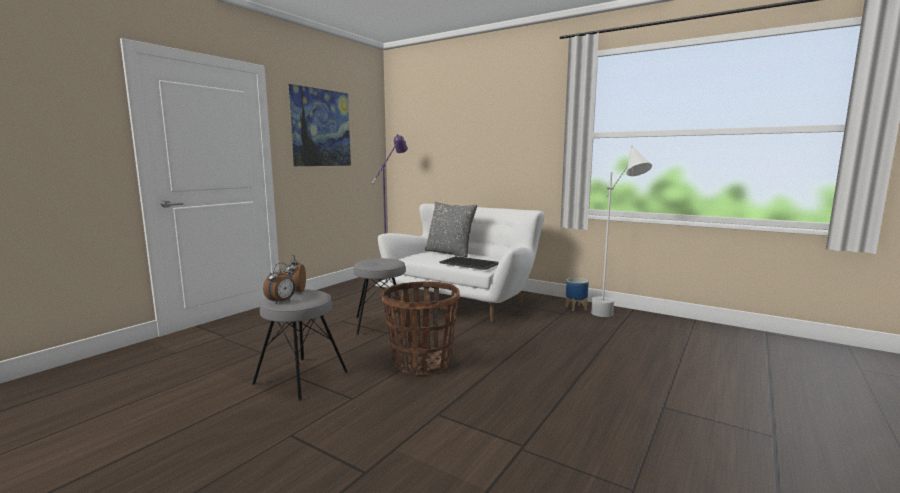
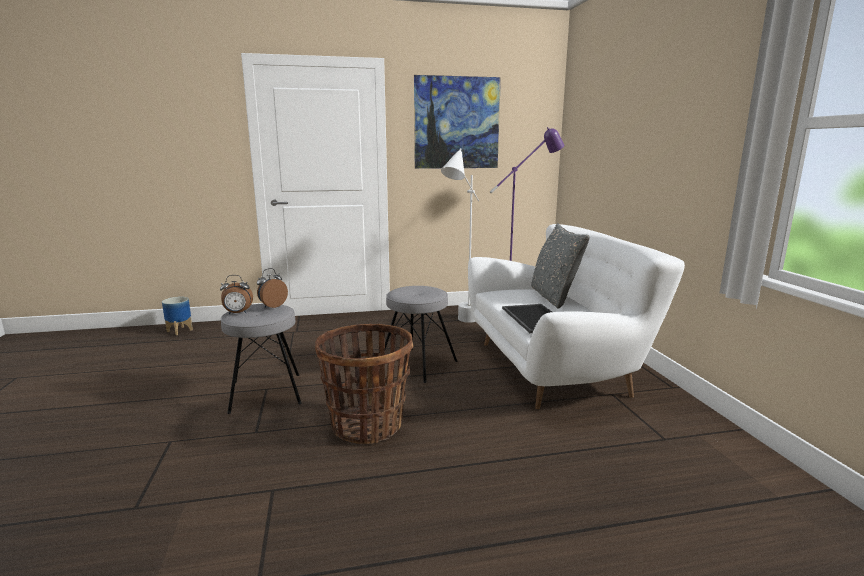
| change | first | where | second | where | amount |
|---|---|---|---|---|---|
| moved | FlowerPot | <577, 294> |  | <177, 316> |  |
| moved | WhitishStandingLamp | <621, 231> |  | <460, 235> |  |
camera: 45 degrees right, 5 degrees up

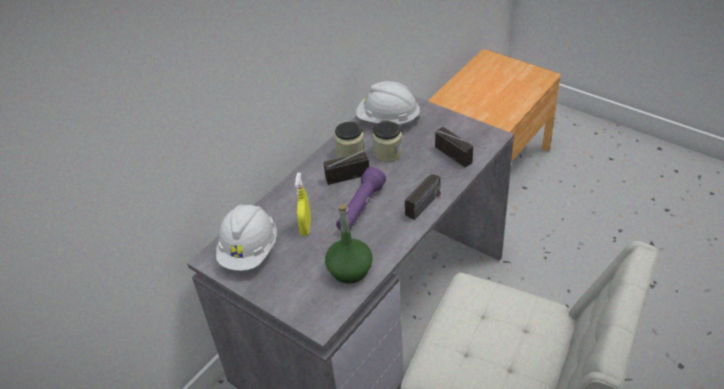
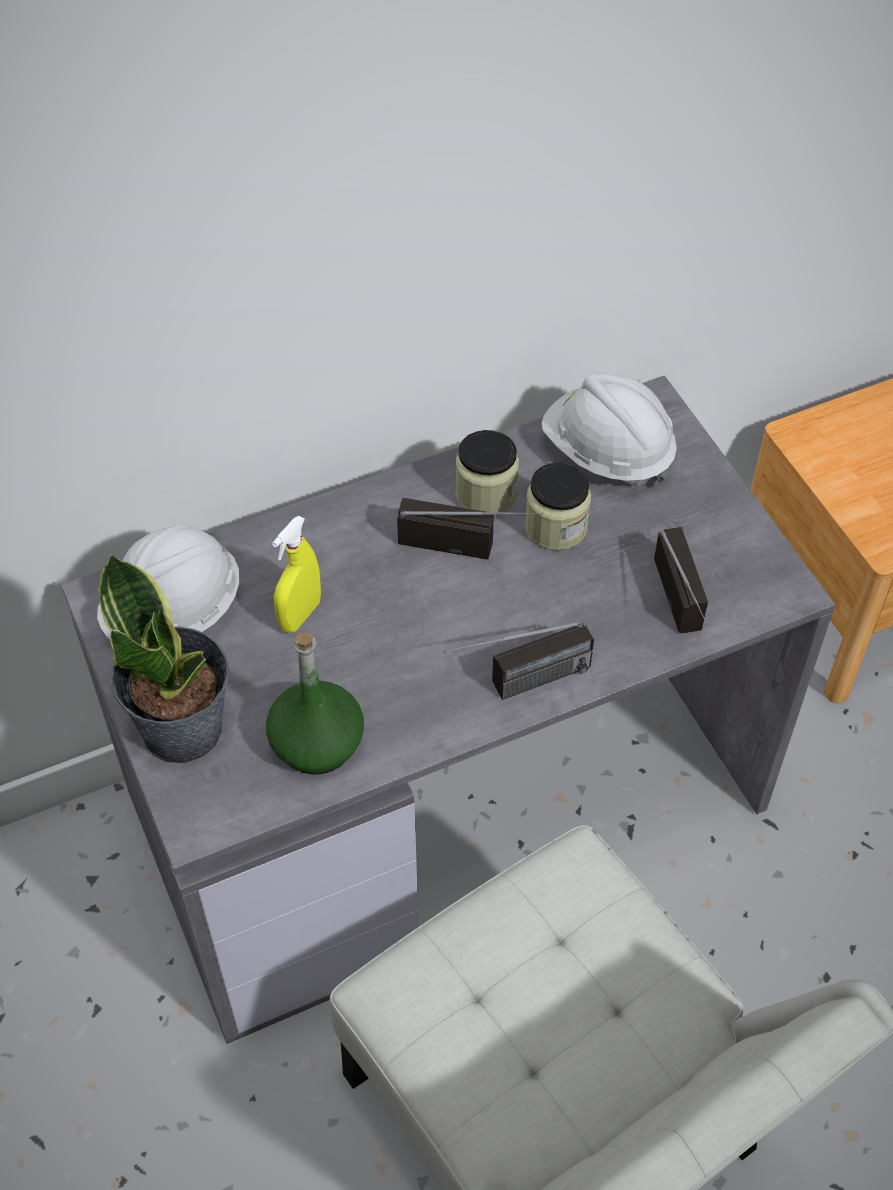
| change | first | where | second | where | amount |
|---|---|---|---|---|---|
| removed | PurpleColouredHandTorch | <361, 199> |  |  |  |
| added |  |  | PlantInAPot | <163, 658> |  |
camera: 25 degrees right, 10 degrees up

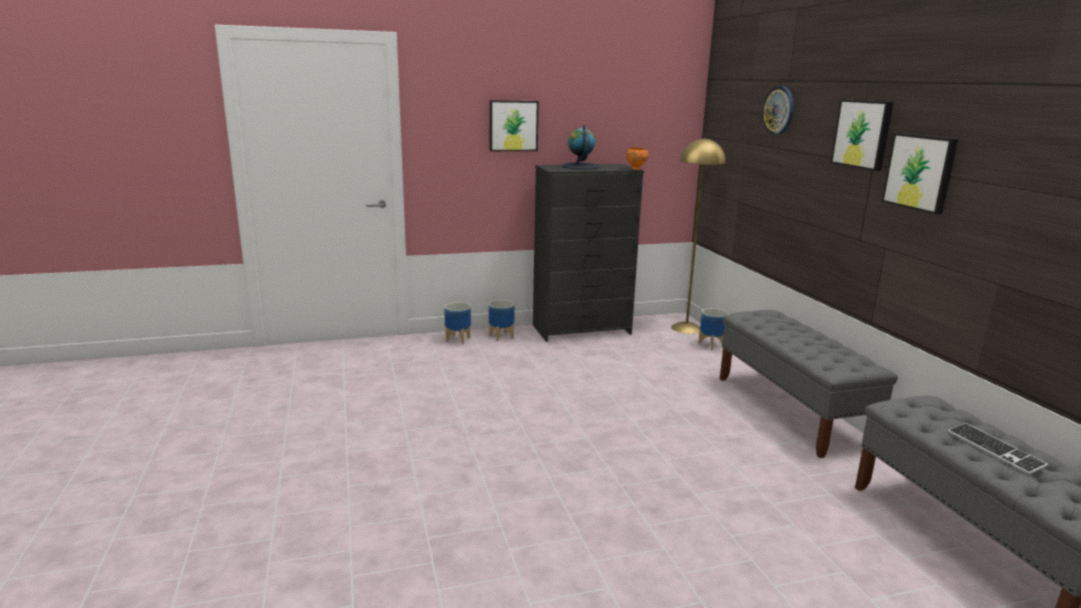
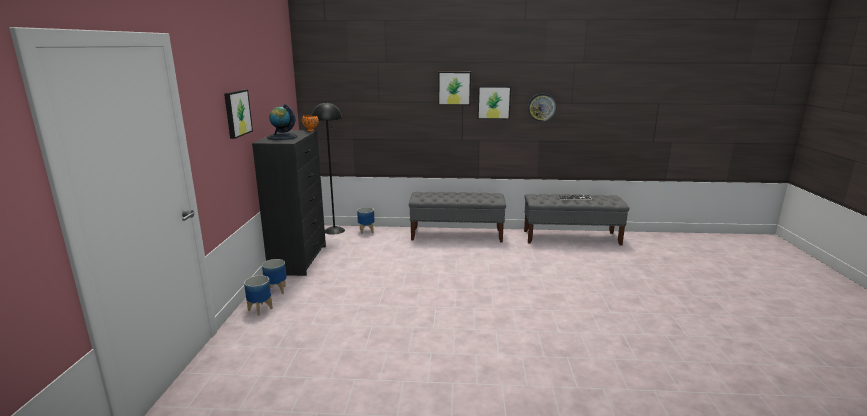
| change | first | where | second | where | amount |
|---|---|---|---|---|---|
| moved | HangingClock | <778, 110> |  | <542, 107> |  |
| recoloured | YellowColouredStandingLamp | <698, 236> | BlackishStandingLamp | <328, 168> |  |
camera: 70 degrees left, 0 degrees up

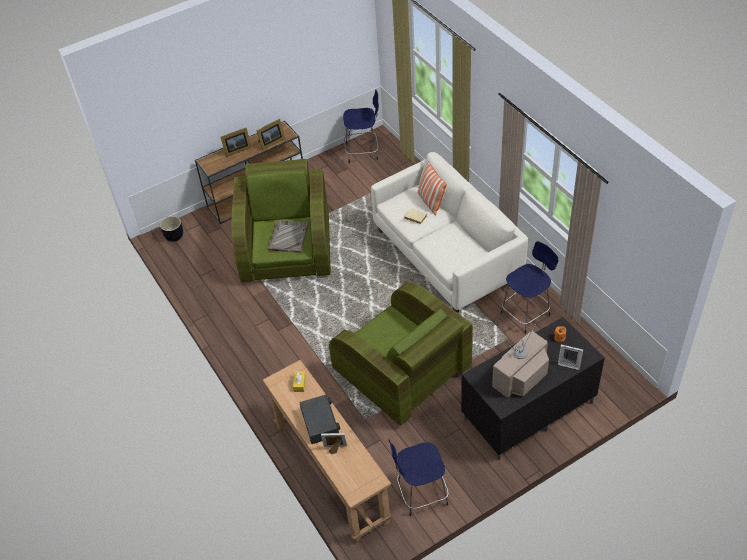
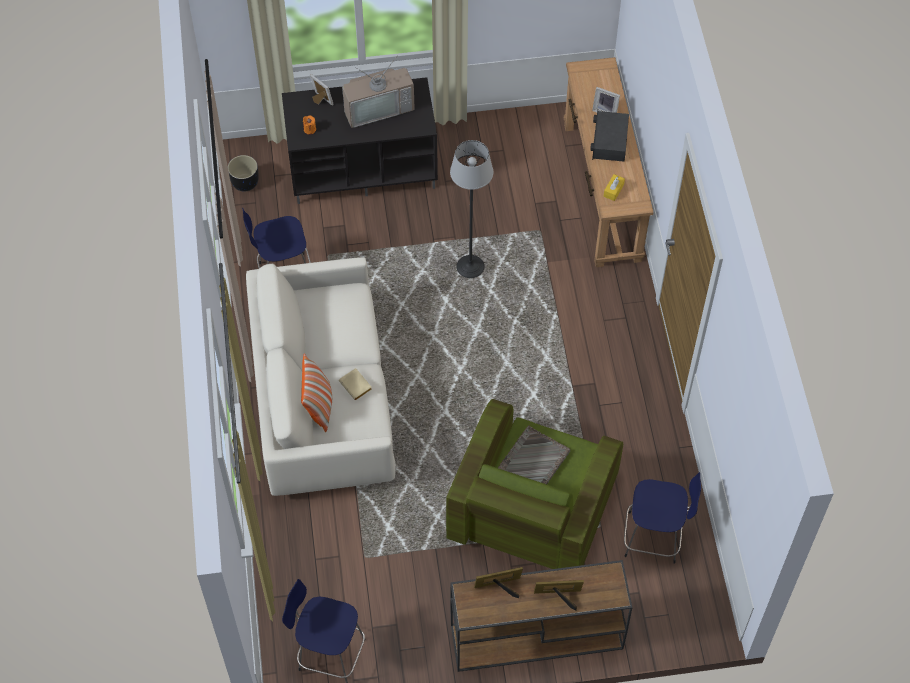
| change | first | where | second | where | amount |
|---|---|---|---|---|---|
| moved | BlackishFlowerPot | <171, 229> |  | <243, 173> |  |
| moved | BlueStoolSeat | <418, 477> |  | <662, 518> |  |
| replaced | GreenEasyChair | <401, 354> | StandingLamp | <471, 209> |  |
camera: 160 degrees left, 10 degrees up

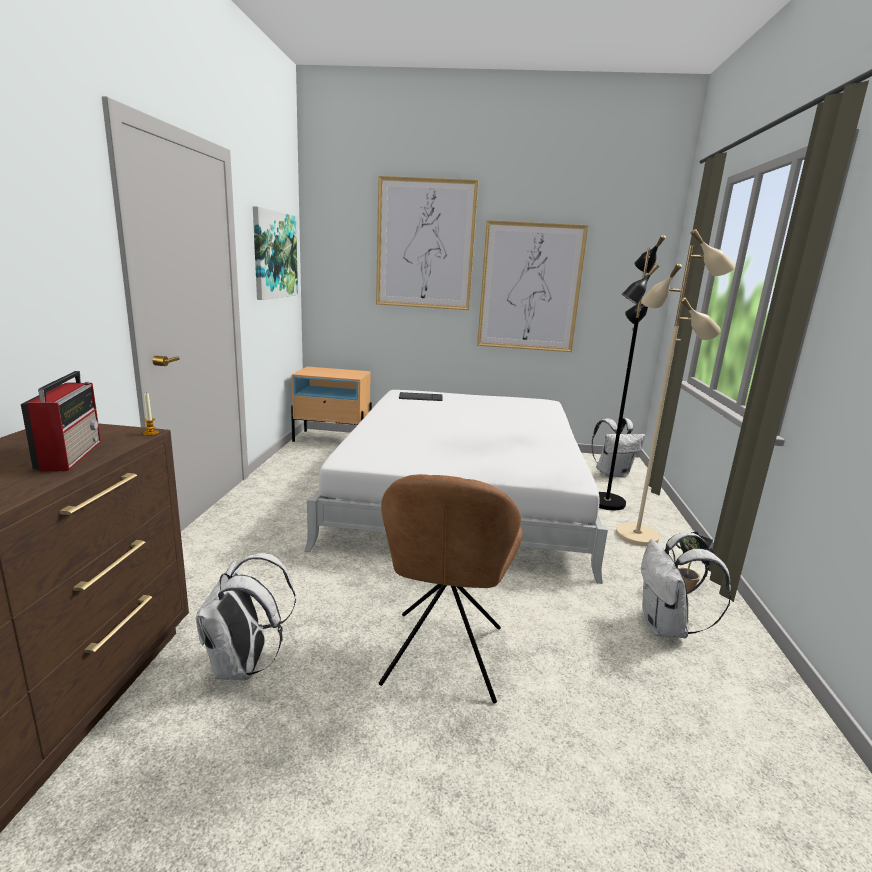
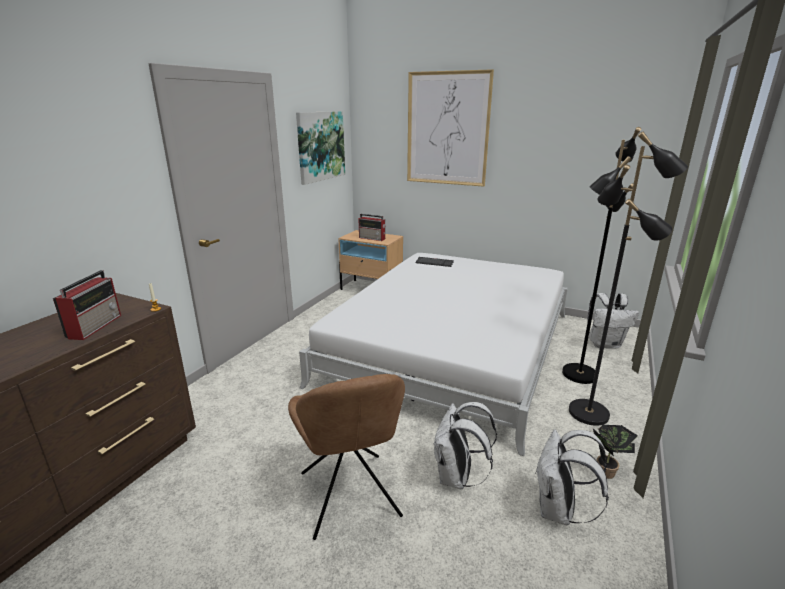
| change | first | where | second | where | amount |
|---|---|---|---|---|---|
| removed | Picture | <532, 286> |  |  |  |
| added |  |  | RadioReceiver | <372, 227> |  |
| moved | WhitishRucksack | <246, 616> |  | <465, 445> |  |
| recoloured | BeigeStandingLamp | <675, 387> | BlackishStandingLamp | <628, 279> |  |
| turned | BrownishPlainChair | <451, 588> |  | <346, 457> | 45 degrees counterclockwise |
camera: 20 degrees right, 5 degrees up

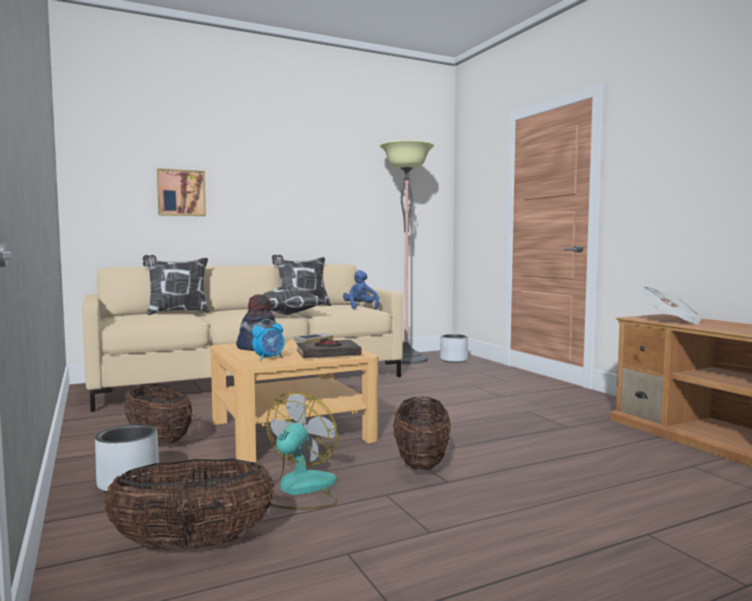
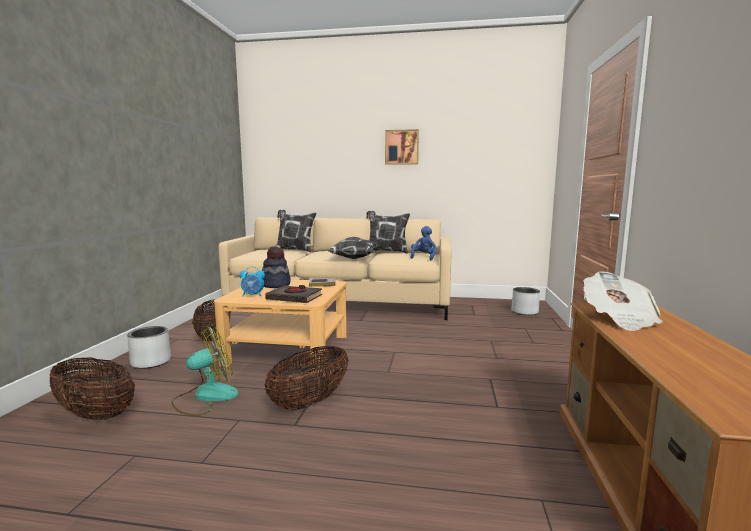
| change | first | where | second | where | amount |
|---|---|---|---|---|---|
| removed | StandingLamp | <407, 252> |  |  |  |
| moved | Picture | <181, 192> |  | <402, 147> |  |
camera: 35 degrees right, 5 degrees up

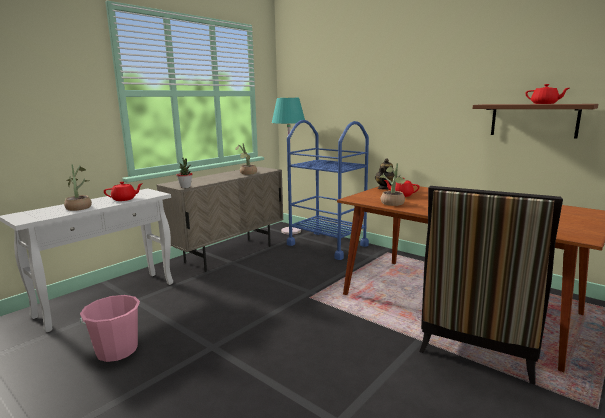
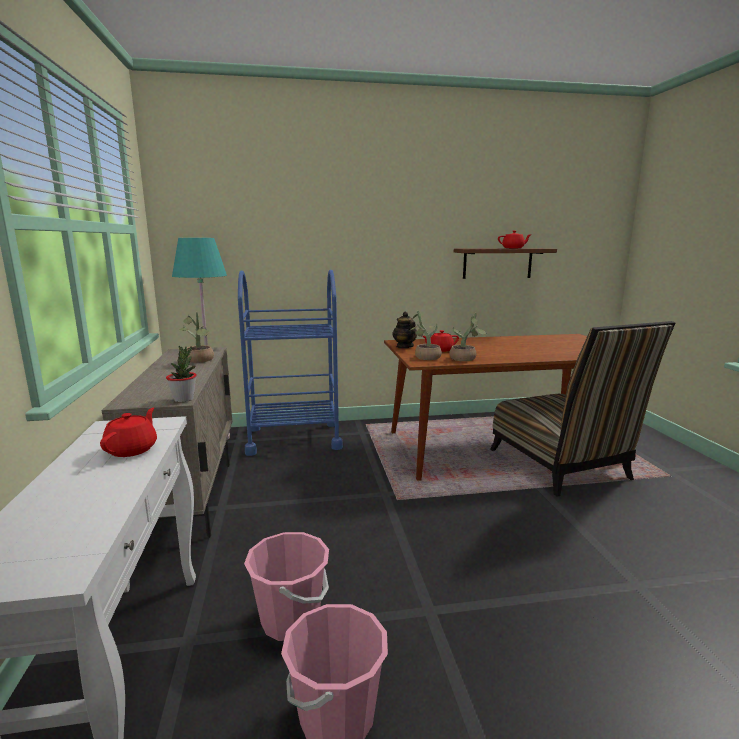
| change | first | where | second | where | amount |
|---|---|---|---|---|---|
| added |  |  | PinkColouredWaterBucket | <286, 586> |  |
| moved | PlantInAPot | <78, 187> |  | <425, 335> |  |
camera: 50 degrees left, 0 degrees up

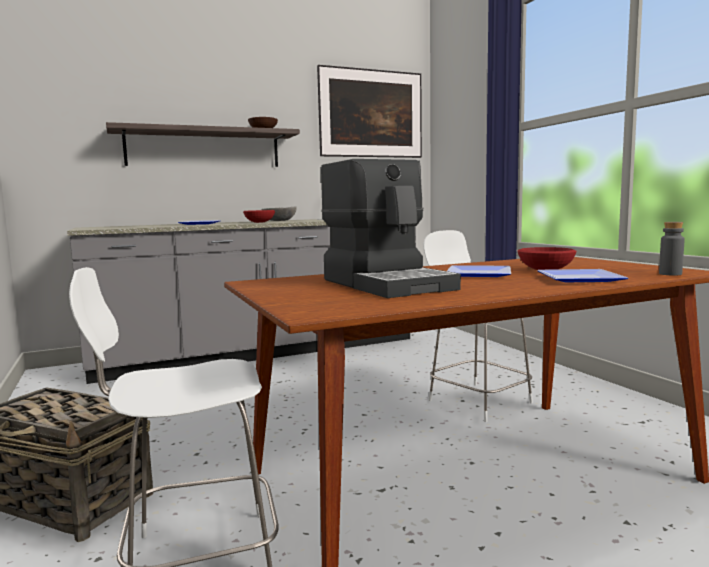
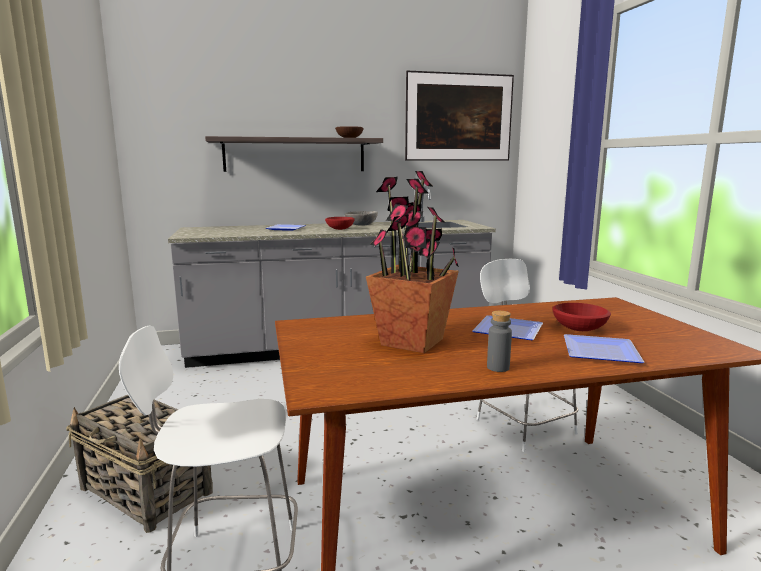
| change | first | where | second | where | amount |
|---|---|---|---|---|---|
| moved | GreyishBeverageBottle | <672, 249> |  | <499, 341> |  |
| replaced | CoffeeBrewer | <391, 228> | PlantInAPot | <412, 262> |  |
camera: 10 degrees right, 5 degrees up

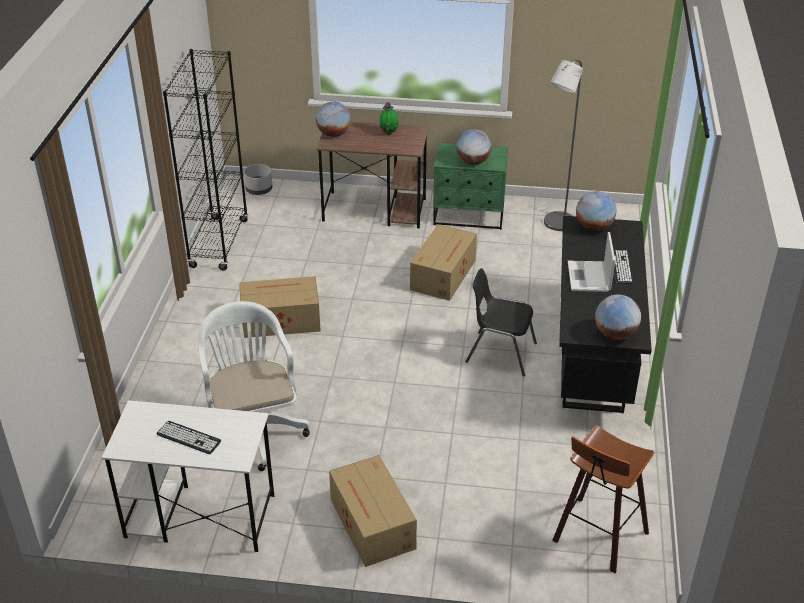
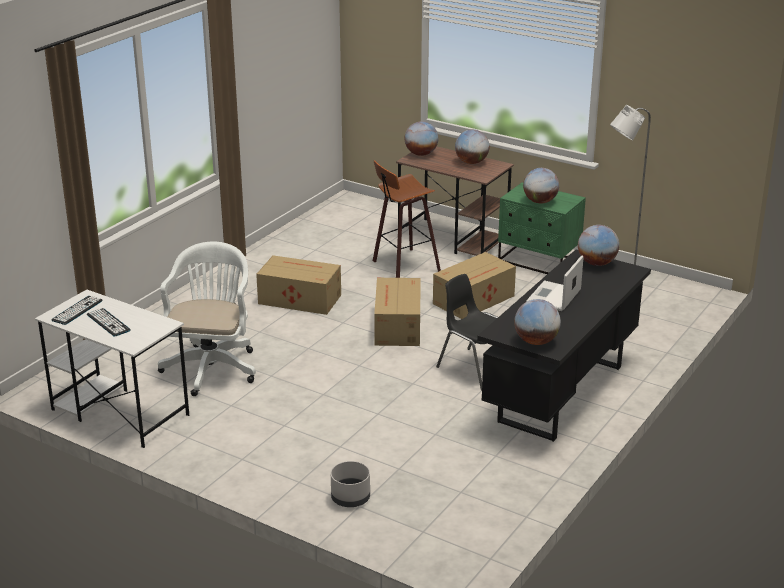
| change | first | where | second | where | amount |
|---|---|---|---|---|---|
| removed | BlackishShelvingUnit | <205, 159> |  |  |  |
| moved | GreyishFlowerPot | <258, 179> |  | <350, 484> |  |
| moved | CardboardBox | <373, 511> |  | <397, 312> |  |
| moved | StoolSeat | <603, 499> |  | <407, 219> |  |
| moved | Keyboard | <623, 267> |  | <76, 310> |  |
| replaced | PlantInAPot | <389, 118> | WorldGlobe | <472, 146> |  |
camera: 25 degrees right, 10 degrees down

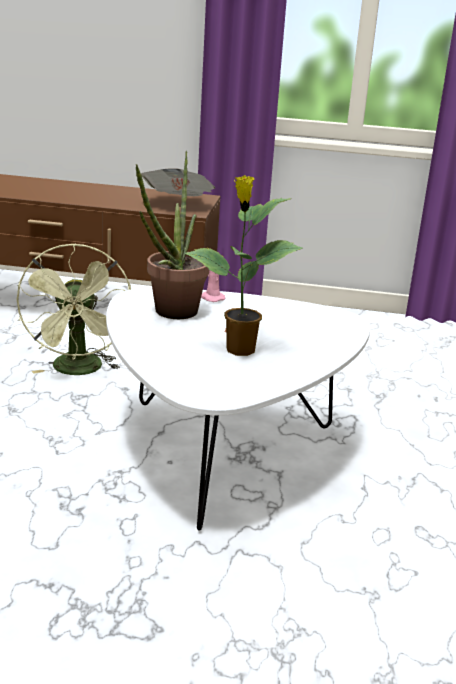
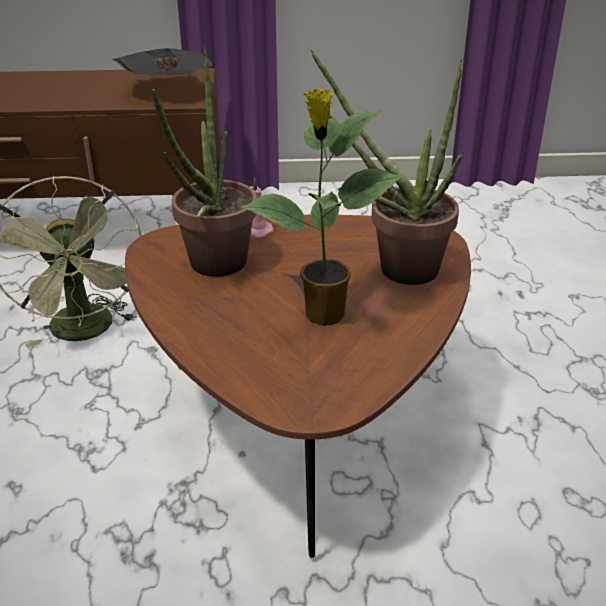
| change | first | where | second | where | amount |
|---|---|---|---|---|---|
| added |  |  | PlantInAPot | <387, 167> |  |
| recoloured | WhitishCoffeeTable | <238, 409> | BrownishCoffeeTable | <298, 386> |  |
camera: 10 degrees left, 10 degrees up

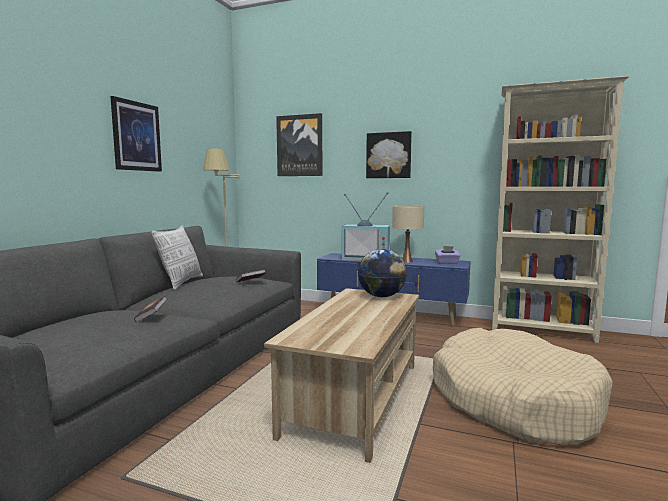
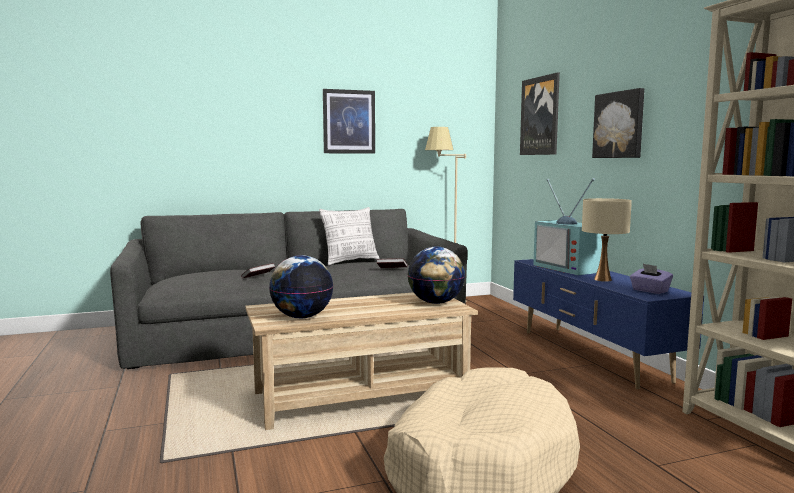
| change | first | where | second | where | amount |
|---|---|---|---|---|---|
| added |  |  | WorldGlobe | <301, 286> |  |
camera: 50 degrees right, 0 degrees up

